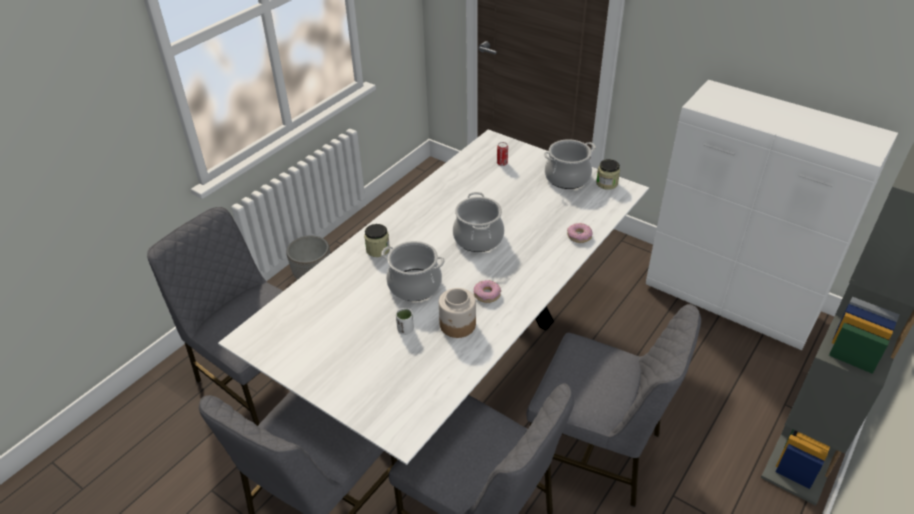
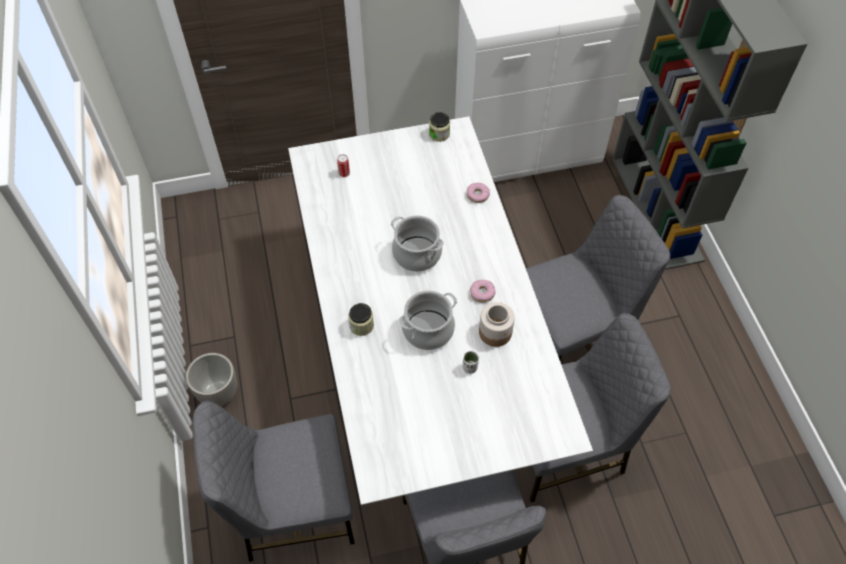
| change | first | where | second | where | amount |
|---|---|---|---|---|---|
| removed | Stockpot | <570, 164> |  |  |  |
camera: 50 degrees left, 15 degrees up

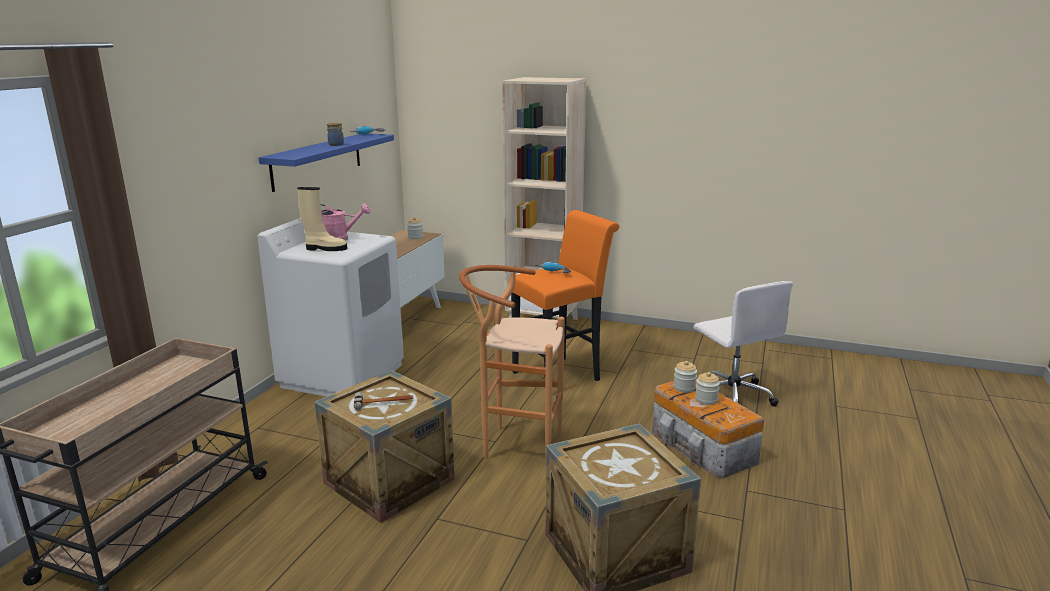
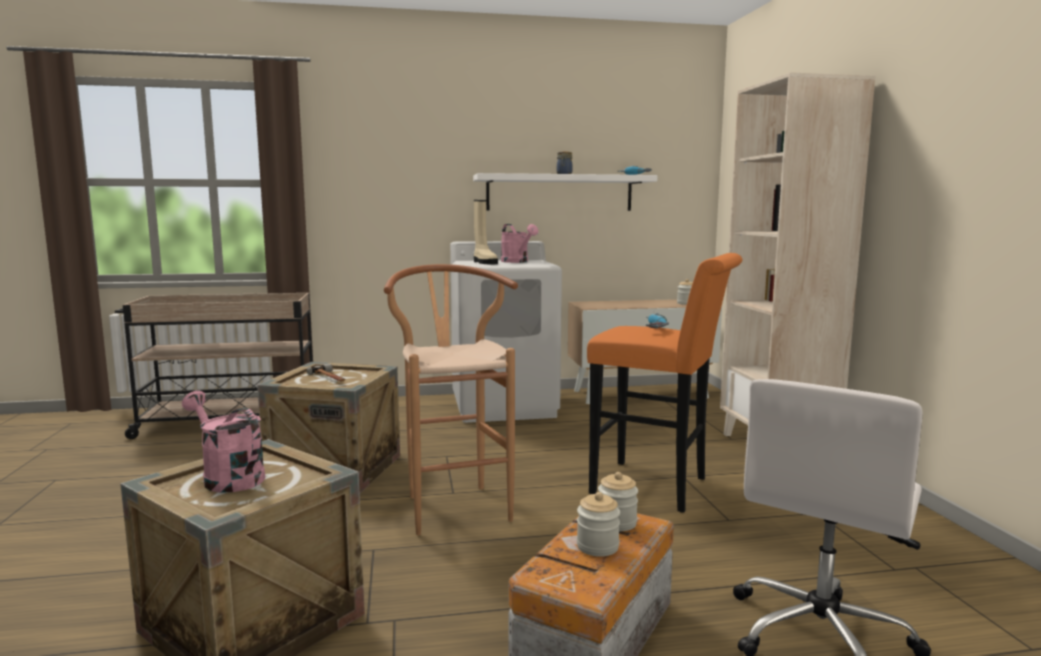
| change | first | where | second | where | amount |
|---|---|---|---|---|---|
| added |  |  | PinkColouredWateringPot | <224, 442> |  |
| recoloured | BlueWallShelf | <326, 162> | WhitishWallShelf | <565, 192> |  |
camera: 60 degrees right, 10 degrees down

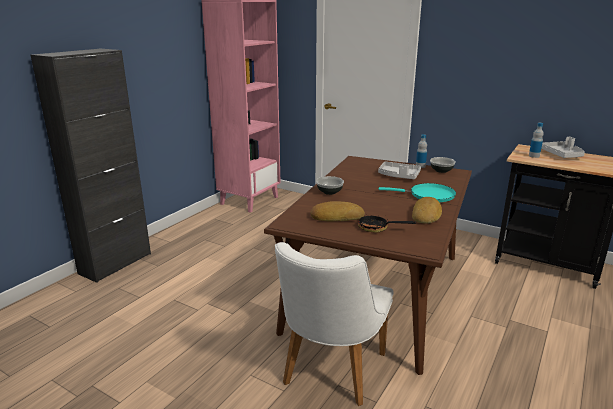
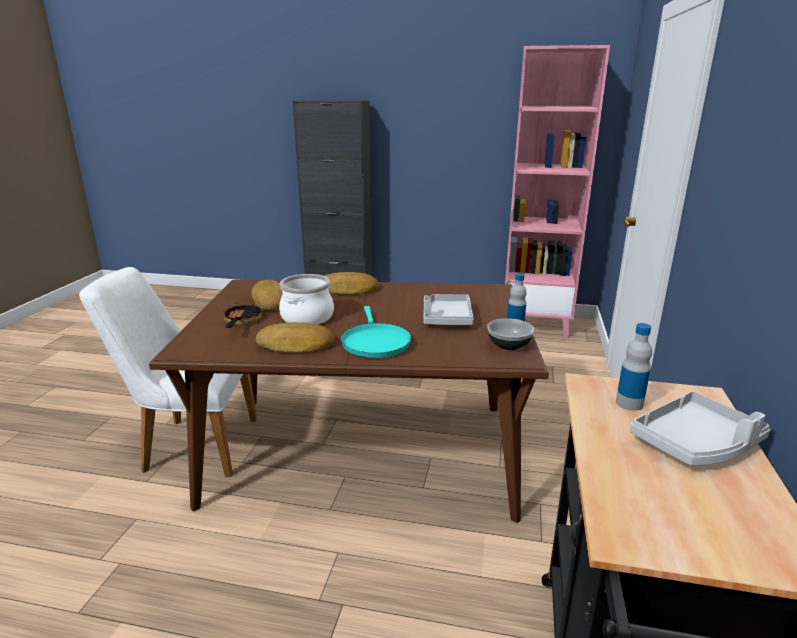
| change | first | where | second | where | amount |
|---|---|---|---|---|---|
| added |  |  | Stockpot | <306, 299> |  |
| replaced | ServingBowl | <330, 185> | Bread | <352, 283> |  |
camera: 70 degrees right, 0 degrees up

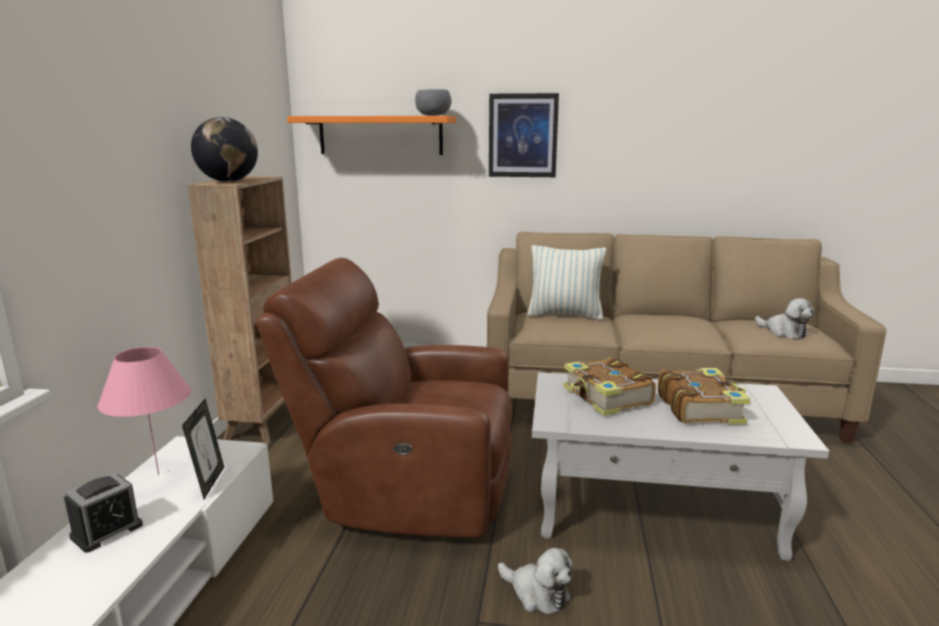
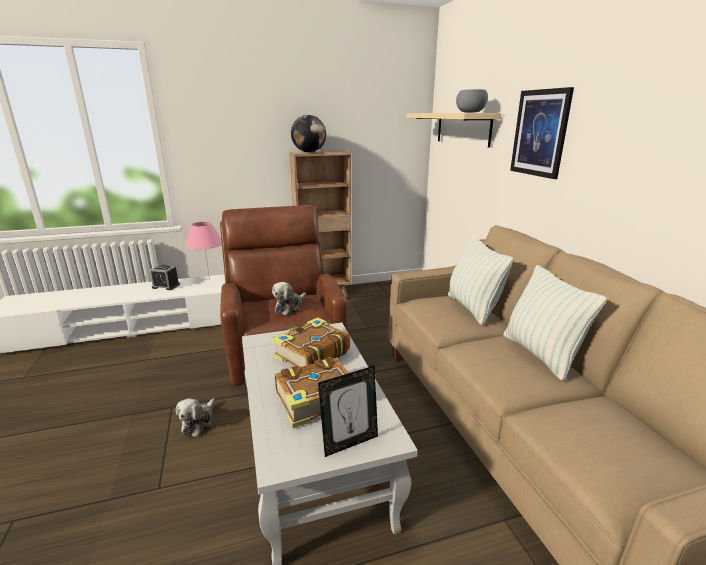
| change | first | where | second | where | amount |
|---|---|---|---|---|---|
| added |  |  | Cushion | <555, 323> |  |
| moved | PictureFrame | <203, 449> |  | <348, 411> |  |
| moved | PlushToy | <784, 318> |  | <289, 299> |  |
| recoloured | OrangeColouredWallShelf | <371, 135> | BeigeWallShelf | <453, 130> |  |
camera: 65 degrees right, 5 degrees up

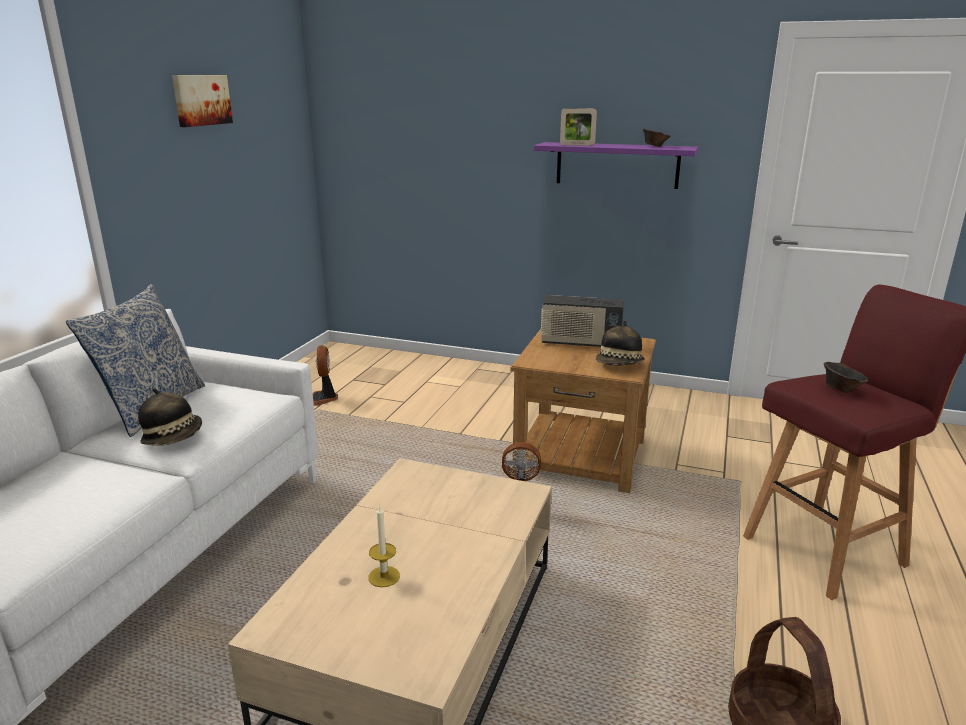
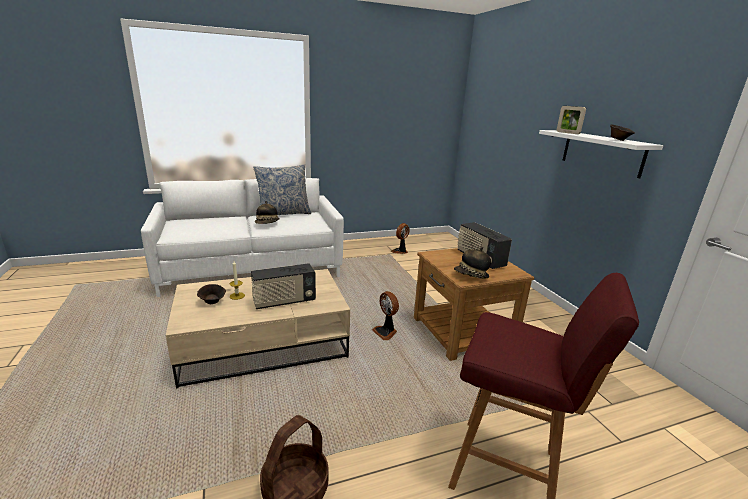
| change | first | where | second | where | amount |
|---|---|---|---|---|---|
| removed | Picture | <202, 101> |  |  |  |
| added |  |  | RadioReceiver | <283, 286> |  |
| moved | BrownishServingBowl | <846, 377> |  | <211, 294> |  |
| recoloured | PurpleColouredWallShelf | <616, 165> | WhitishWallShelf | <601, 154> |  |
camera: 50 degrees right, 0 degrees up

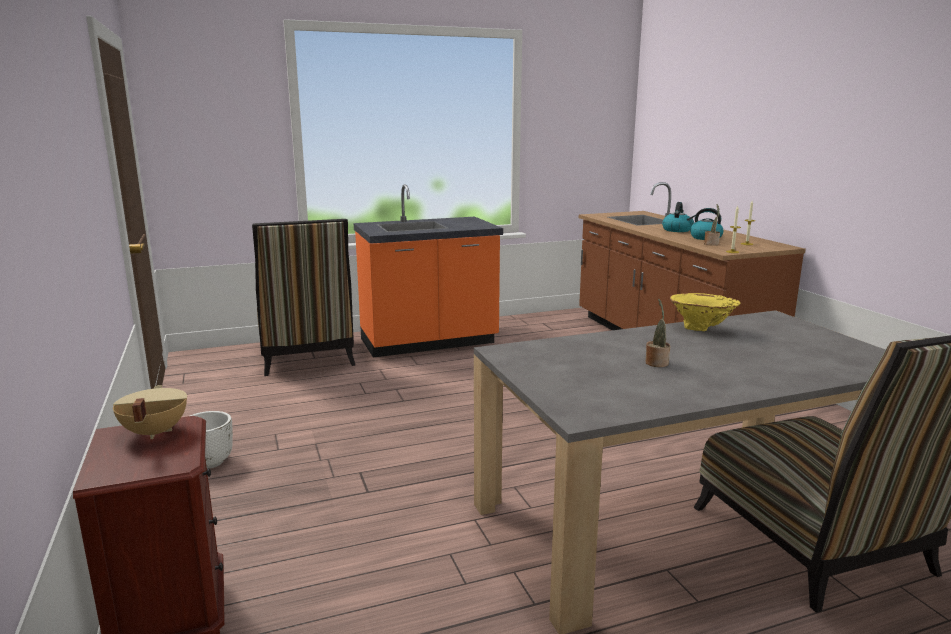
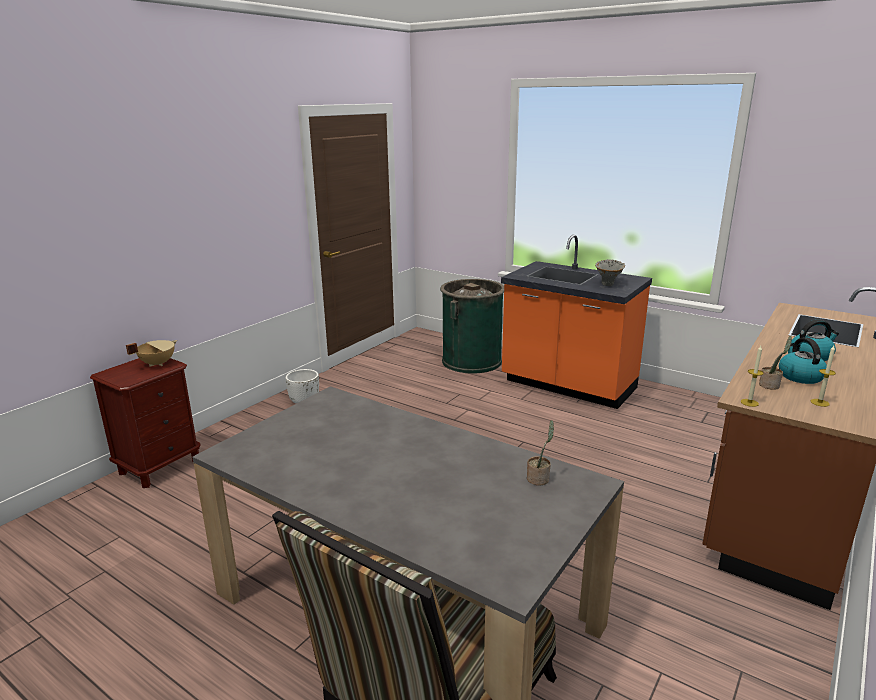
| change | first | where | second | where | amount |
|---|---|---|---|---|---|
| removed | YellowColouredFlowerVase | <705, 312> |  |  |  |
| added |  |  | GreyishFlowerVase | <610, 272> |  |
| moved | PlantInAPot | <658, 332> |  | <540, 452> |  |
| replaced | PlainChair | <304, 297> | GreenTrashCan | <472, 326> |  |
camera: 55 degrees right, 5 degrees up

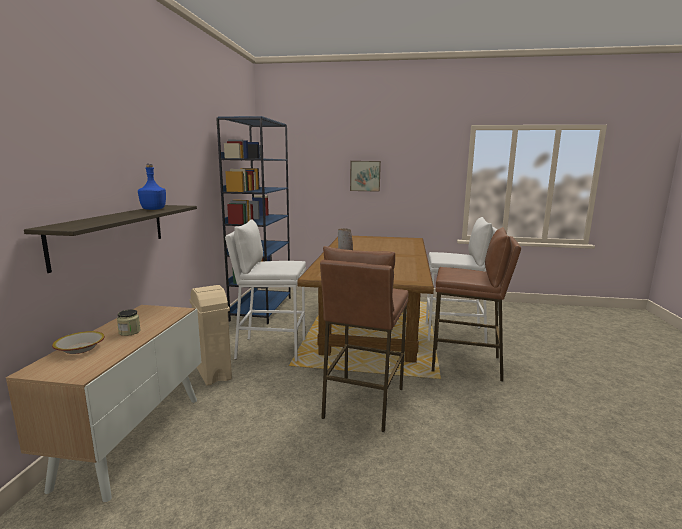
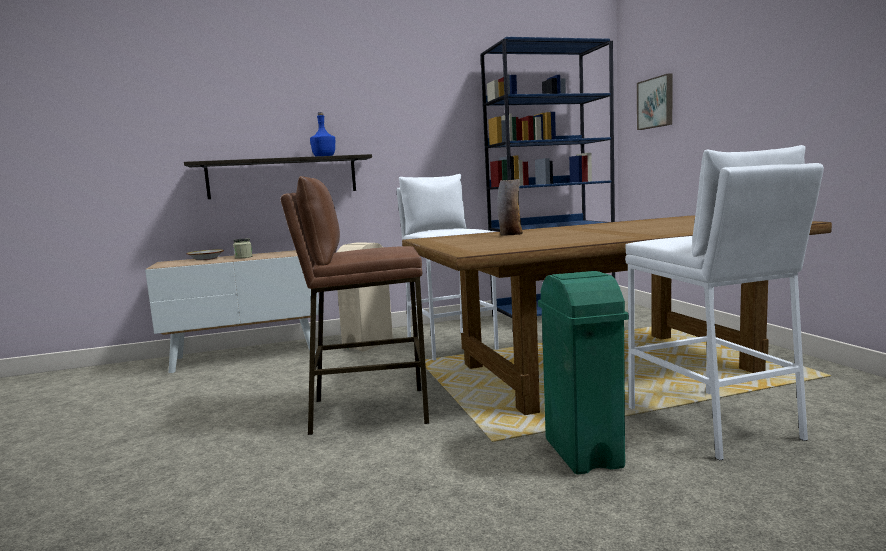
| change | first | where | second | where | amount |
|---|---|---|---|---|---|
| moved | Picture | <365, 176> |  | <655, 102> |  |
| replaced | BrownishStoolSeat | <476, 304> | GreenTrashCan | <583, 372> |  |
camera: 65 degrees right, 5 degrees down

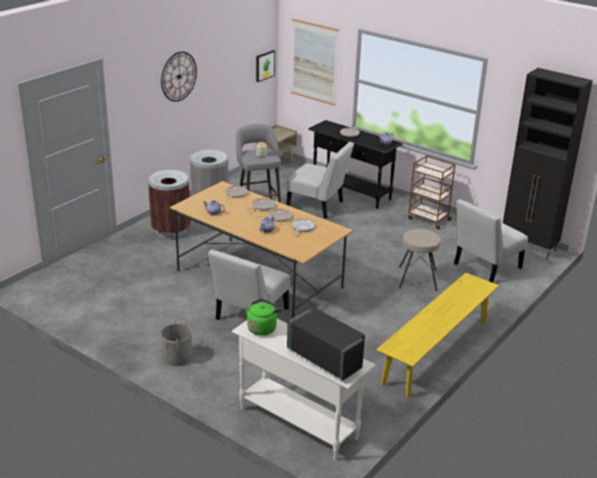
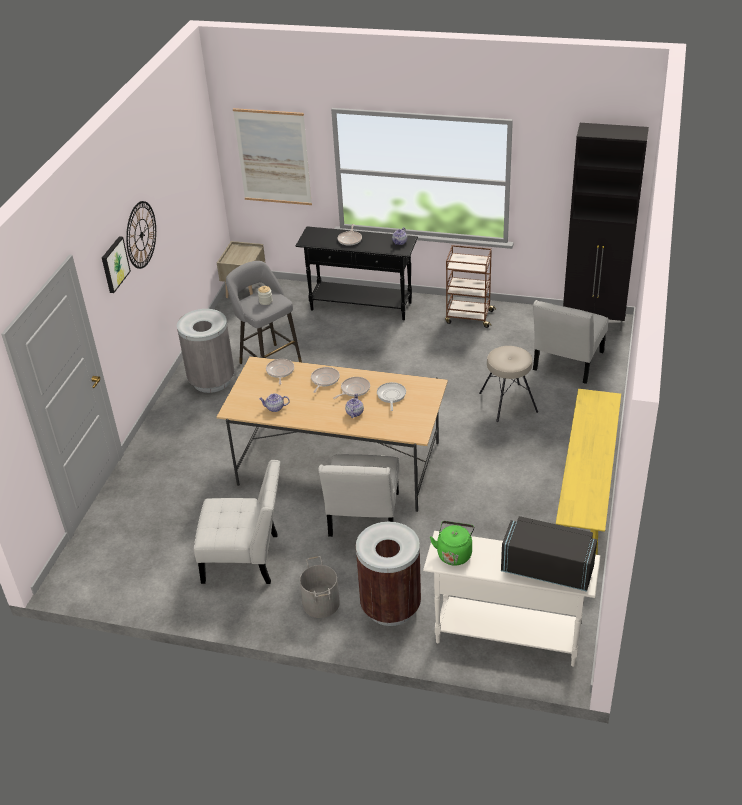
| change | first | where | second | where | amount |
|---|---|---|---|---|---|
| moved | BrownishTrashCan | <169, 203> |  | <388, 574> |  |
| moved | Picture | <265, 66> |  | <116, 264> |  |
| moved | WhitishPlainChair | <320, 180> |  | <237, 522> |  |
camera: 20 degrees left, 10 degrees up

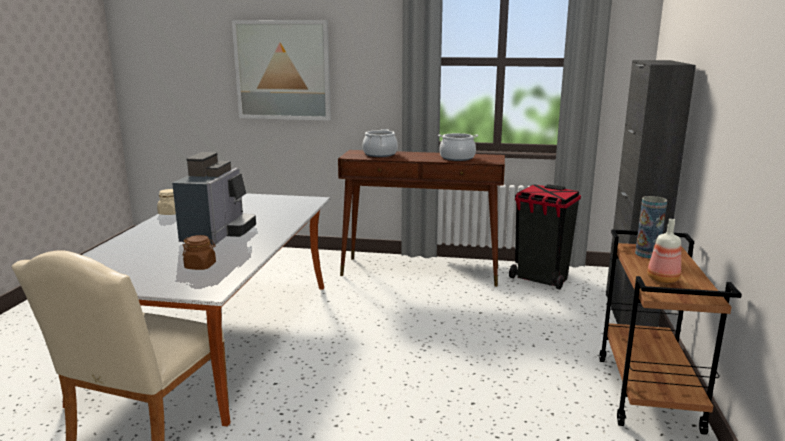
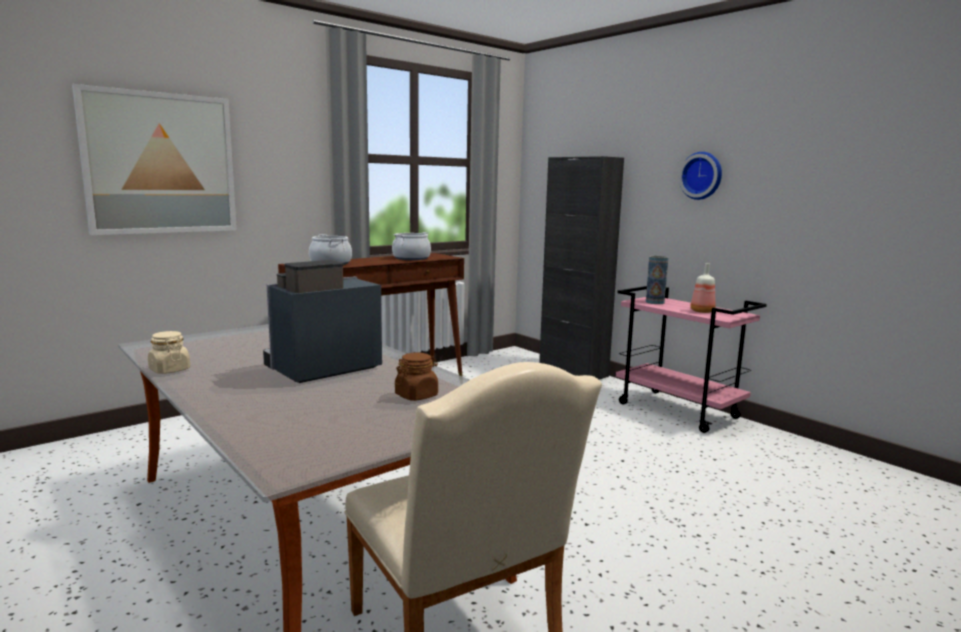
| change | first | where | second | where | amount |
|---|---|---|---|---|---|
| removed | BlackishTrashCan | <545, 237> |  |  |  |
| added |  |  | HangingClock | <700, 176> |  |
| recoloured | BrownishTrolley | <670, 332> | PinkColouredTrolley | <691, 359> |  |
| turned | CoffeeBrewer | <214, 198> |  | <322, 321> | 90 degrees counterclockwise |
camera: 50 degrees left, 5 degrees down

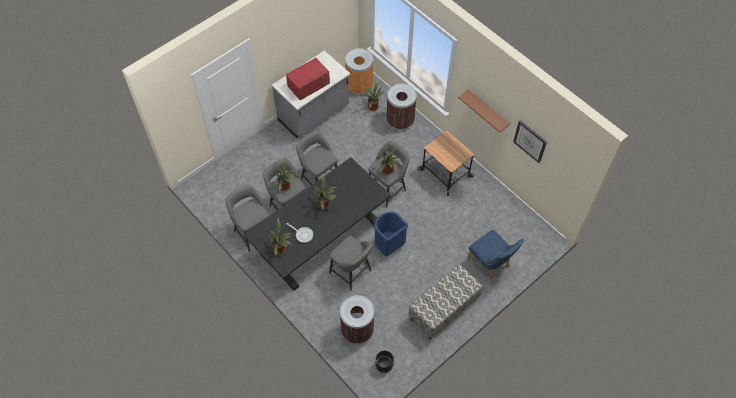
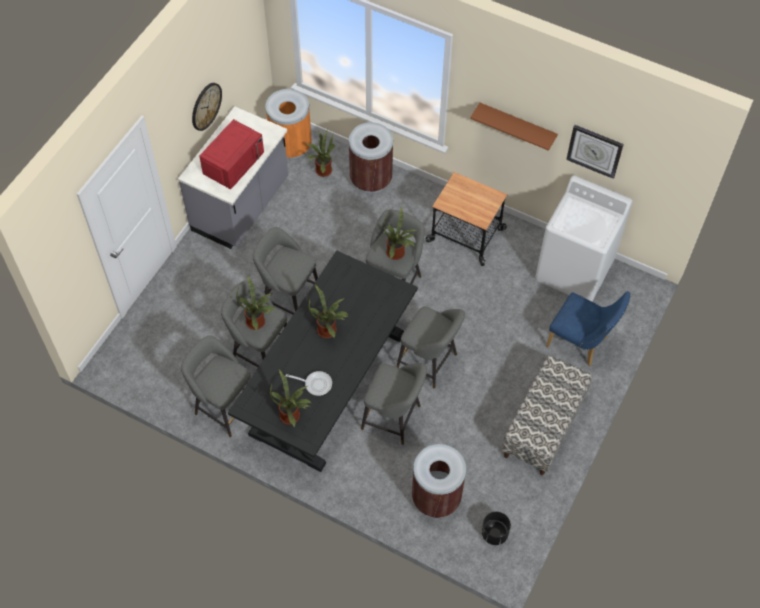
| change | first | where | second | where | amount |
|---|---|---|---|---|---|
| added |  |  | HangingClock | <207, 107> |  |
| added |  |  | WhitishLaundryMachine | <584, 238> |  |
| replaced | BlueTrashCan | <391, 233> | GreyishStoolSeat | <430, 347> |  |
camera: 20 degrees left, 0 degrees up

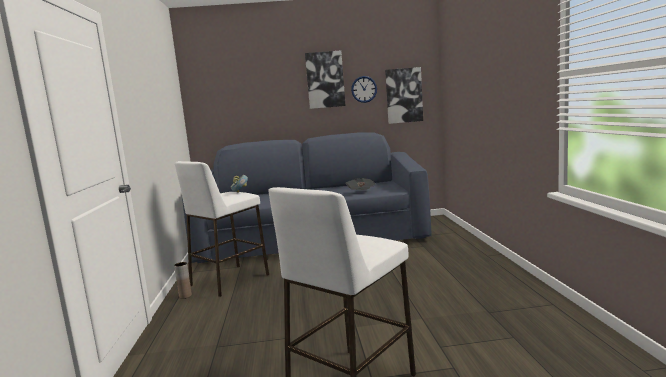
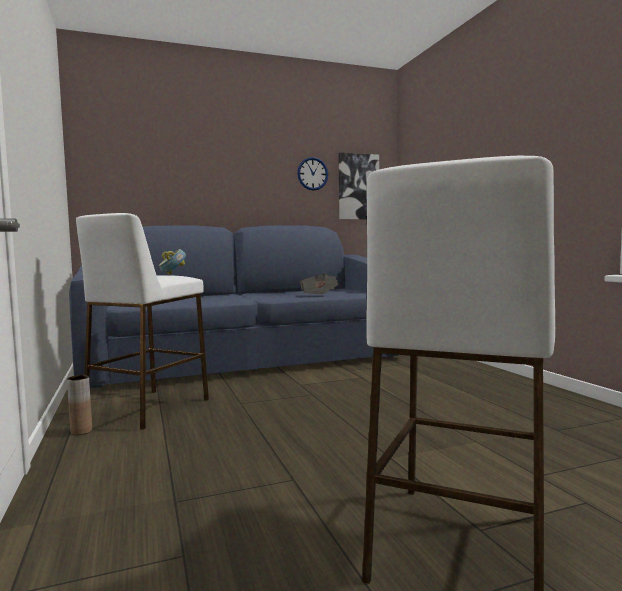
| change | first | where | second | where | amount |
|---|---|---|---|---|---|
| removed | Picture | <325, 79> |  |  |  |
camera: 15 degrees left, 5 degrees down

